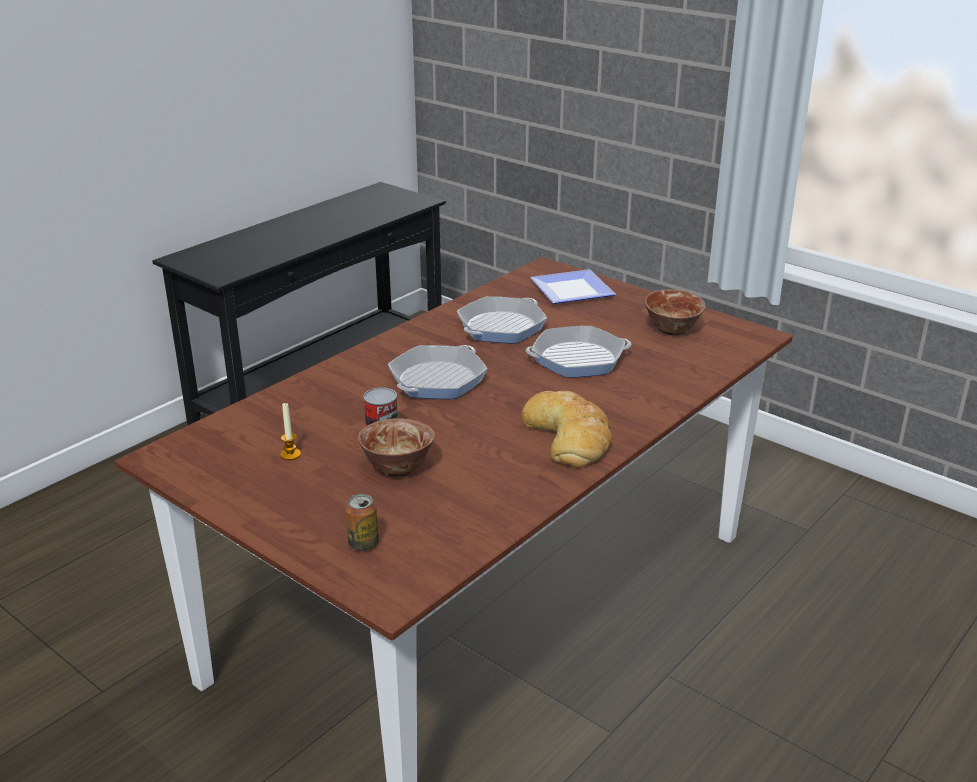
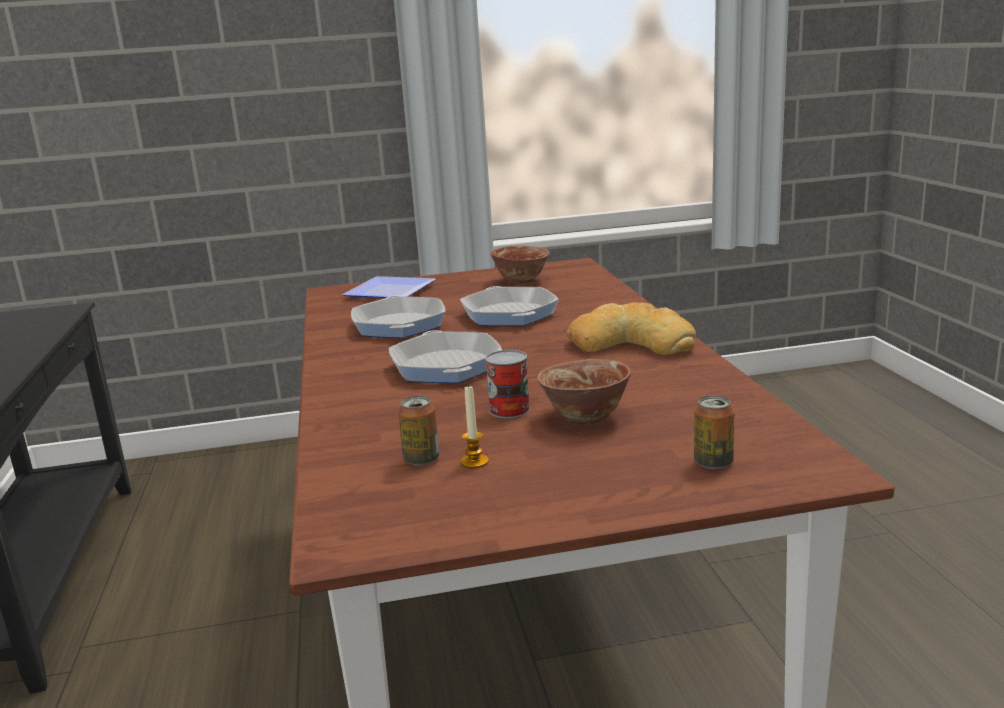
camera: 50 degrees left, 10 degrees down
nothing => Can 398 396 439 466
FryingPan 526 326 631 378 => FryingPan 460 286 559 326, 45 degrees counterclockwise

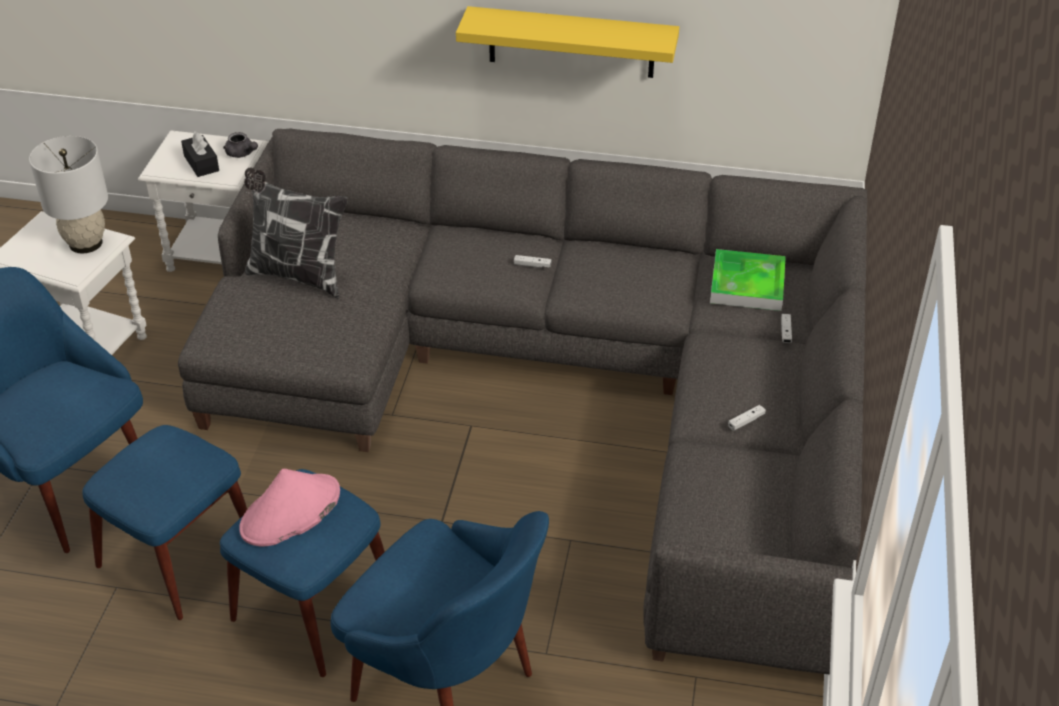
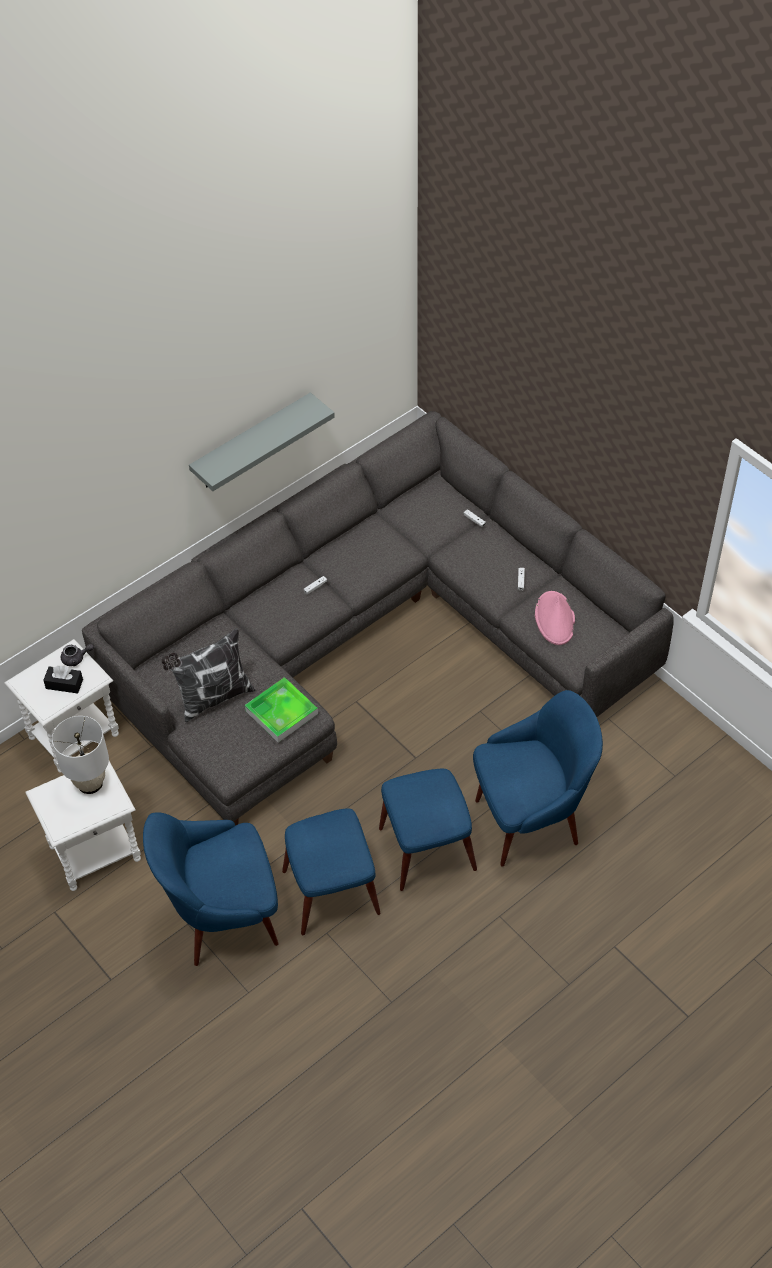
camera: 50 degrees left, 10 degrees up
PinkHat 239 468 340 547 => PinkHat 535 591 575 645, move
Tray 710 249 786 311 => Tray 245 677 318 742, move
YellowShelf 456 6 679 78 => GreyShelf 189 392 335 491

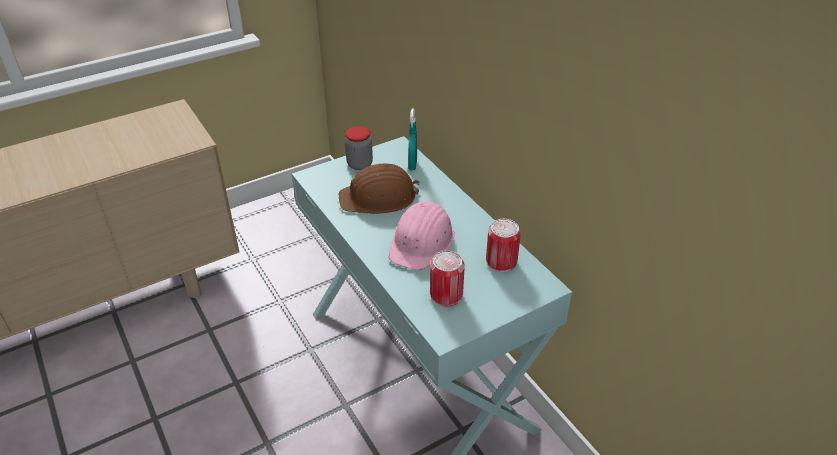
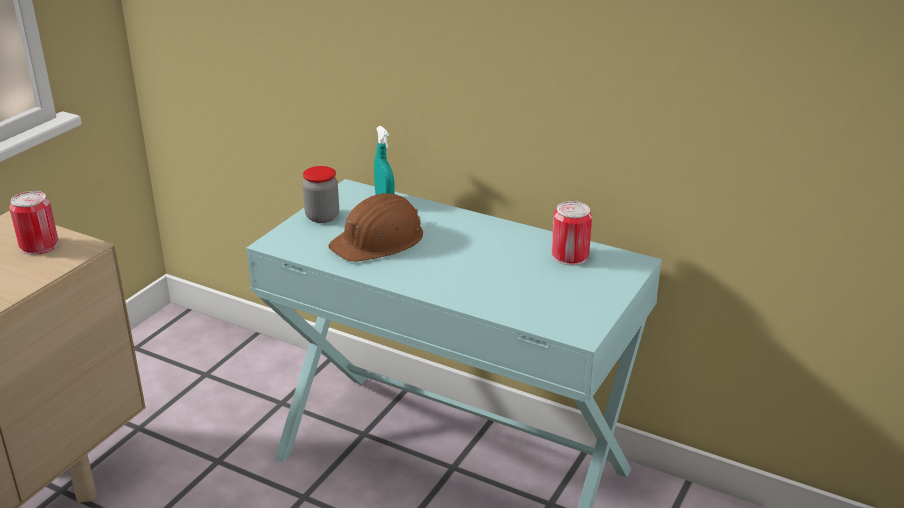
camera: 30 degrees left, 10 degrees down
PinkHardHat 389 201 454 270 => nothing
Can 430 251 465 307 => Can 9 191 58 255, move

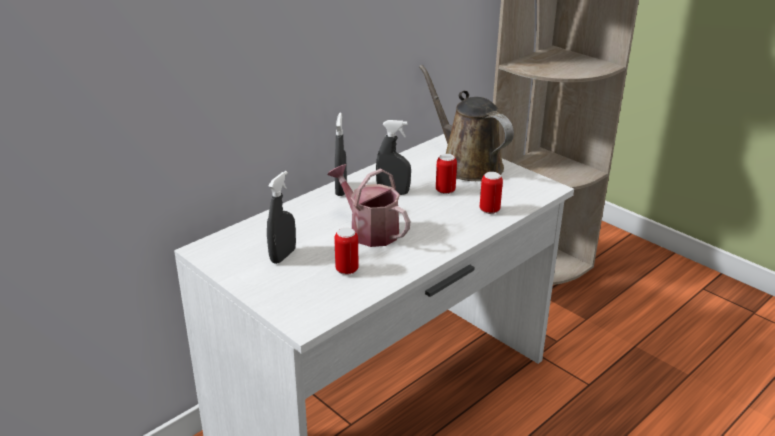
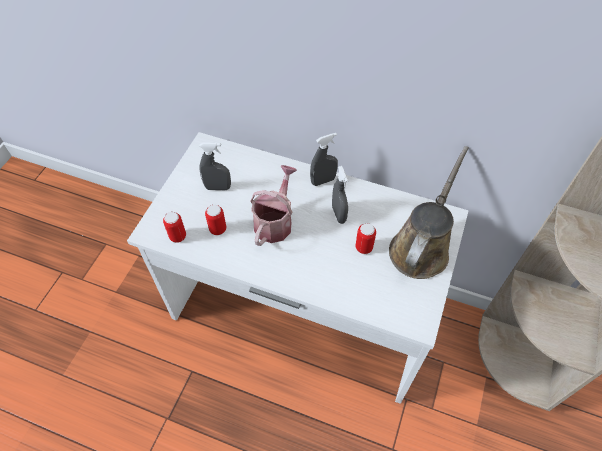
camera: 65 degrees right, 25 degrees up
Can 480 172 503 214 => Can 163 212 186 243, move

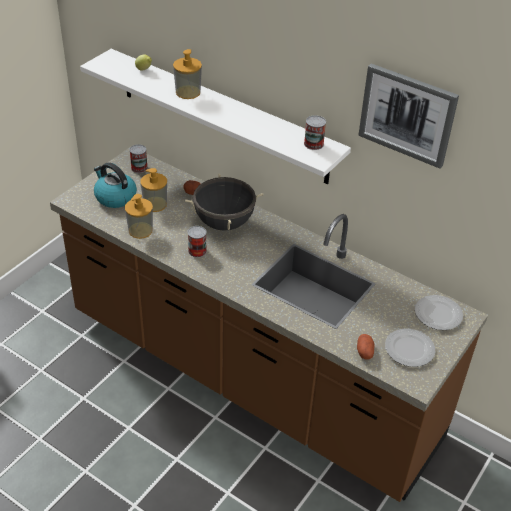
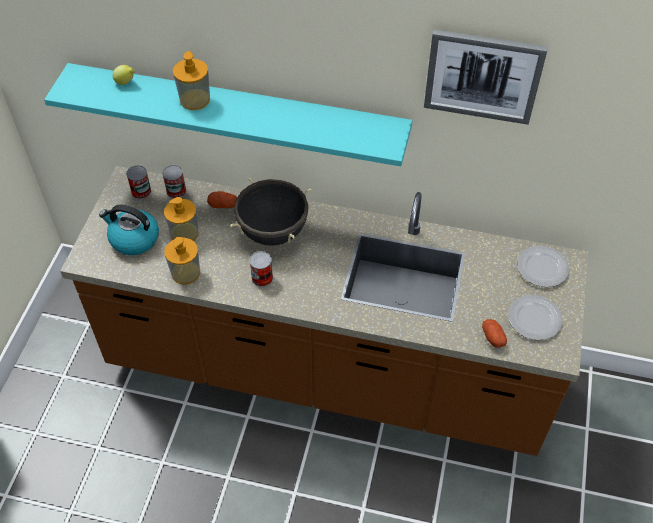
camera: 20 degrees left, 10 degrees up
Can 304 115 326 150 => Can 162 165 186 199, move
WhiteShelf 80 49 351 184 => TurquoiseShelf 44 63 412 166

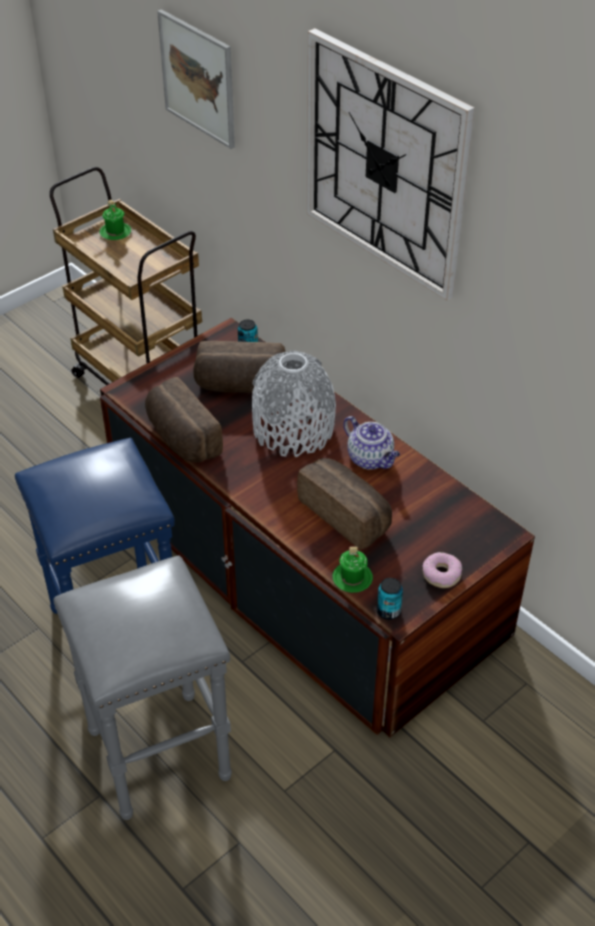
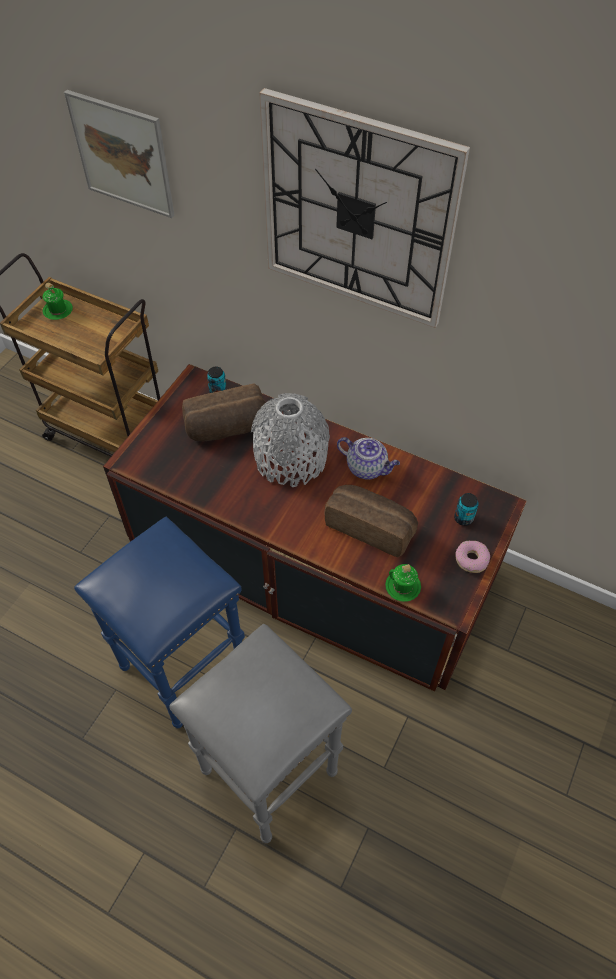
camera: 20 degrees left, 10 degrees up
Bread 145 377 223 463 => nothing
Can 377 578 403 620 => Can 454 493 479 526, move

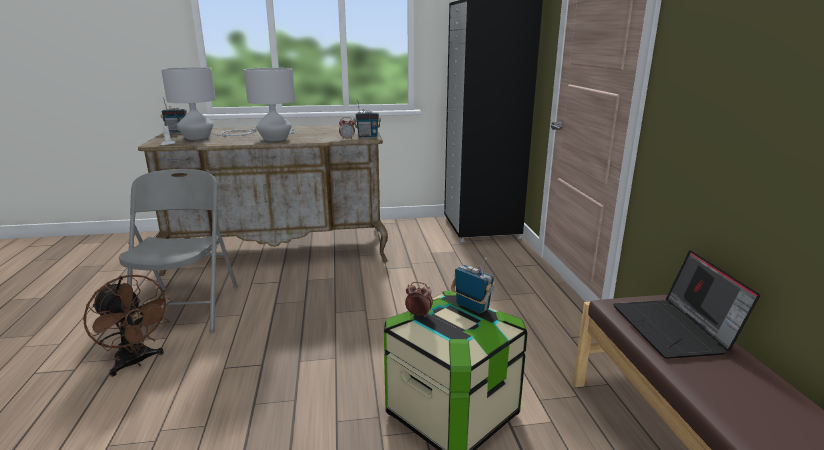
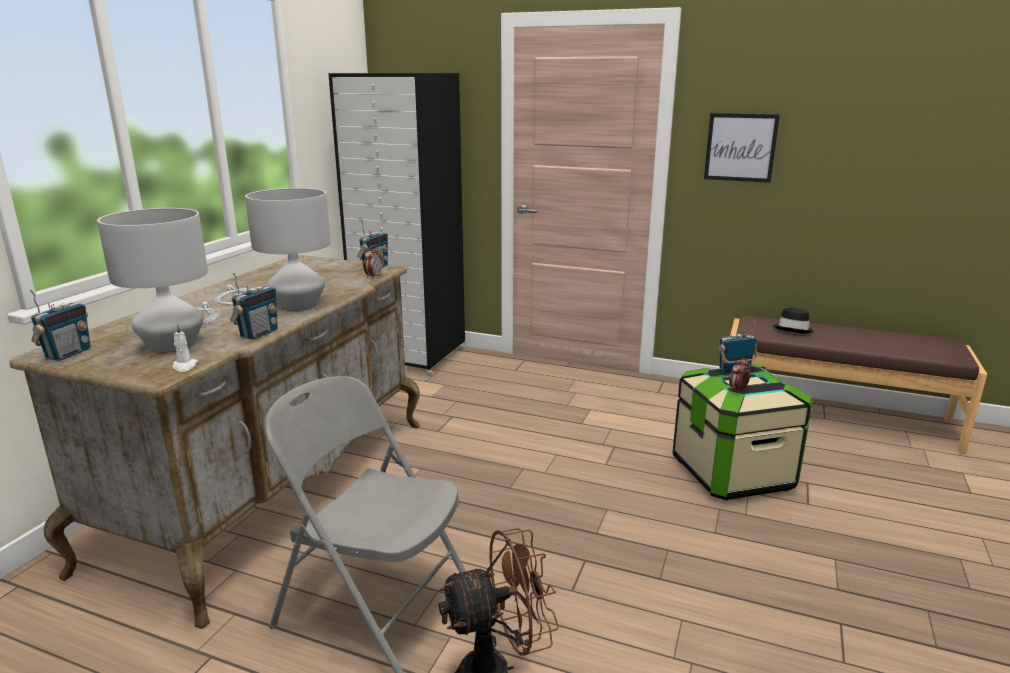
camera: 60 degrees left, 0 degrees up
nothing => Radio 230 272 278 340
nothing => Picture 704 113 780 183
Laptop 613 250 760 359 => BlackHat 773 308 814 333

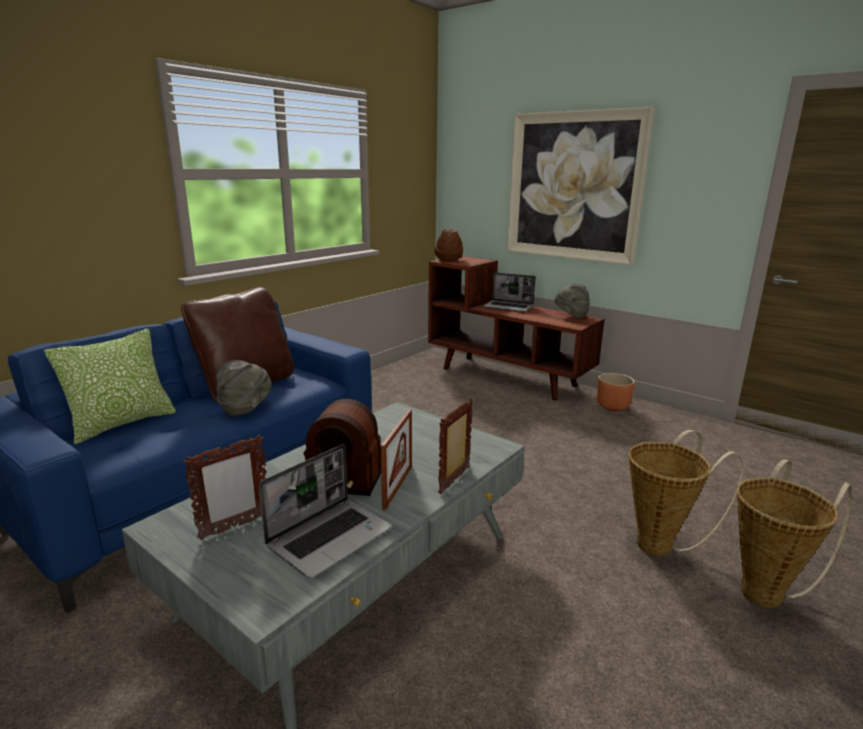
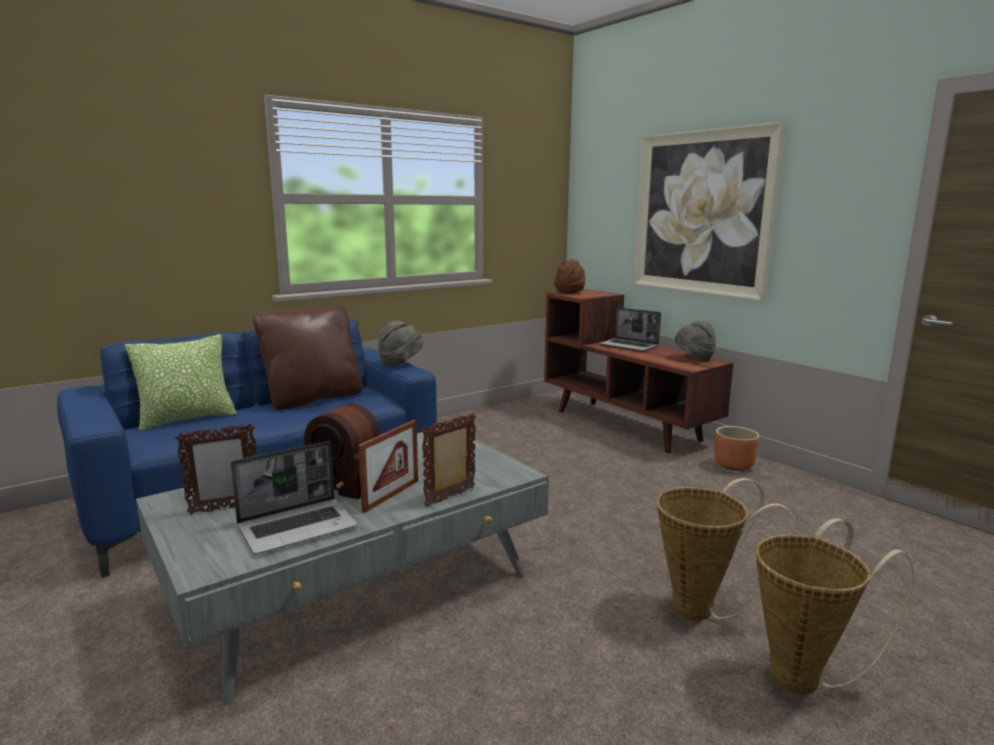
camera: 15 degrees right, 5 degrees down
GreyHat 216 360 272 416 => GreyHat 378 321 423 366, move

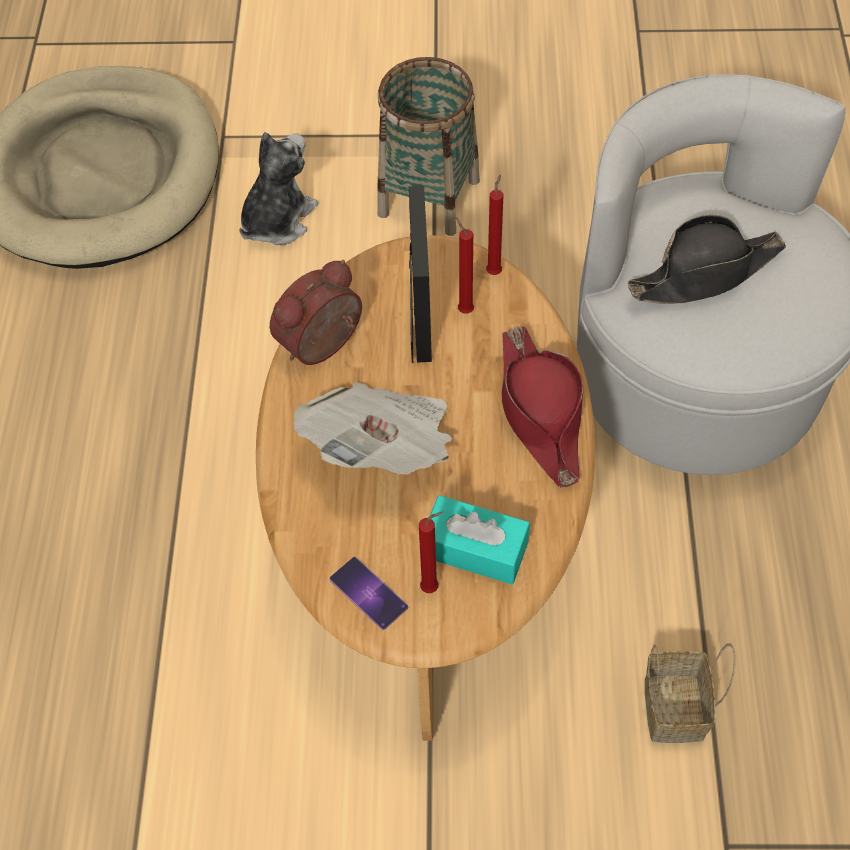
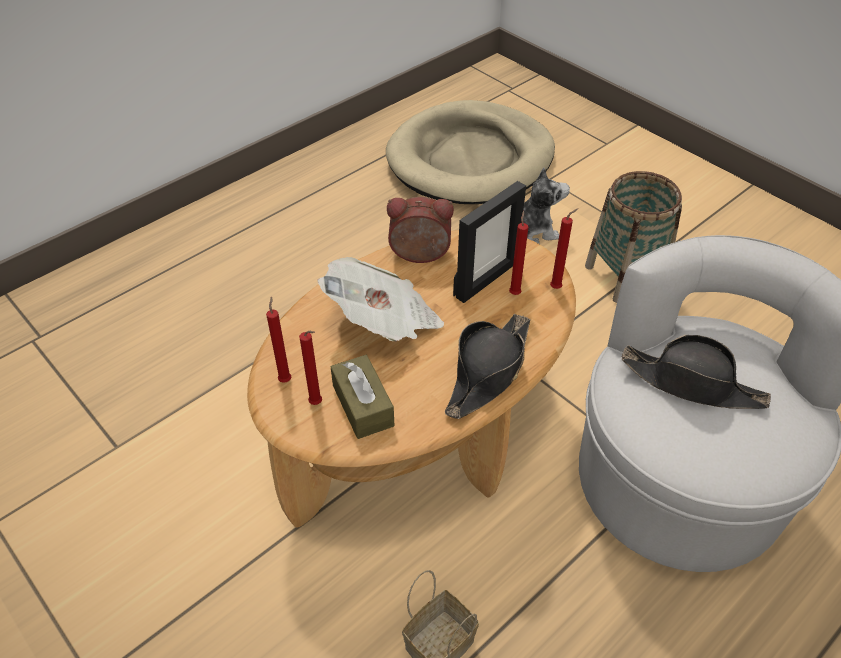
camera: 45 degrees right, 10 degrees down
Phone 330 557 408 630 => RedCandle 266 296 291 383
TurquoiseTissueBox 430 495 530 584 => BrownTissueBox 331 355 394 439
RedHat 502 326 583 488 => BlackHat 445 314 530 419

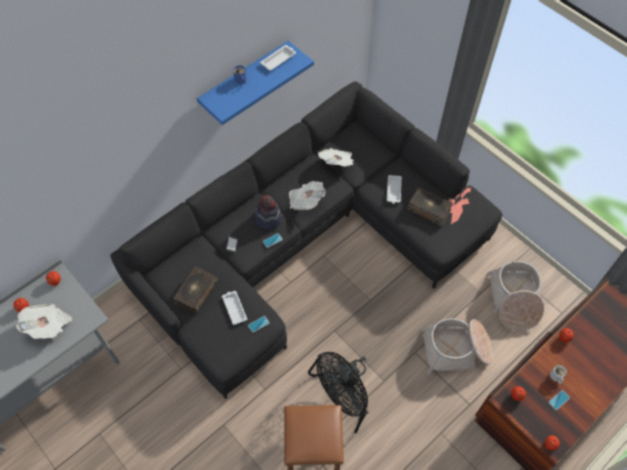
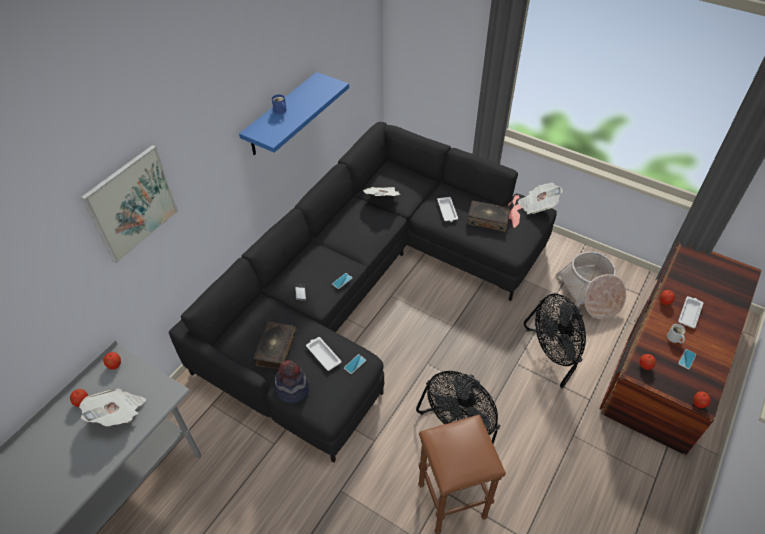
camera: 15 degrees left, 10 degrees down
nothing => Picture 81 145 178 263
Hat 254 195 282 230 => Hat 274 360 309 403, move
WhiteTray 260 45 296 71 => WhiteTray 678 296 703 329, move
Newspaper 289 181 326 210 => Newspaper 518 183 563 215, move
Basket 421 318 492 374 => BlackFan 524 294 586 389

